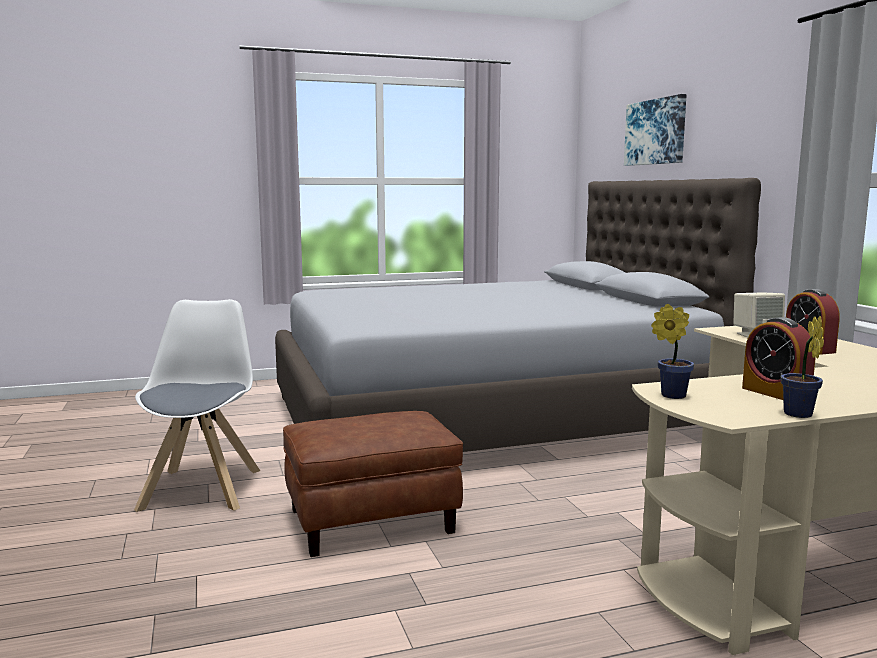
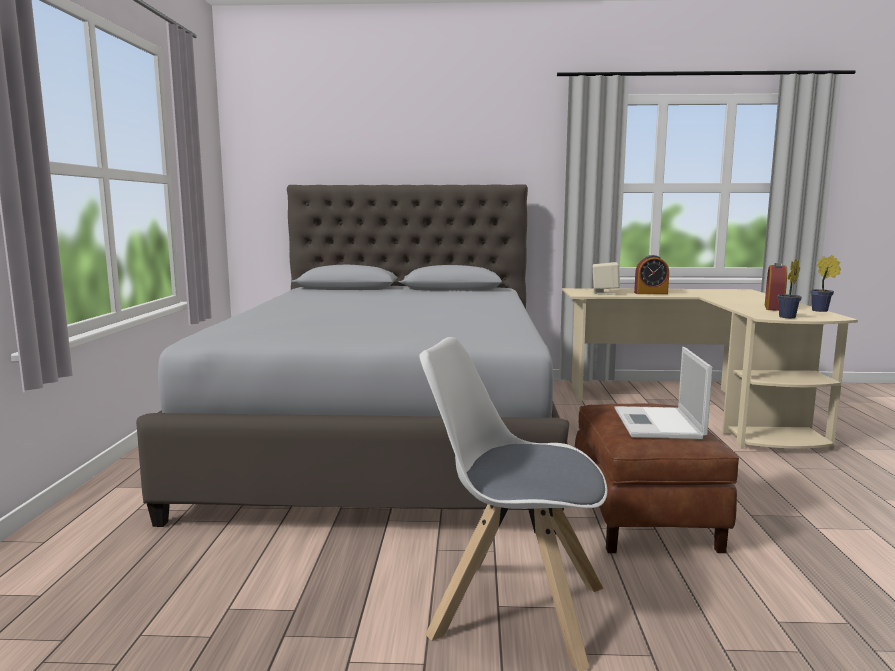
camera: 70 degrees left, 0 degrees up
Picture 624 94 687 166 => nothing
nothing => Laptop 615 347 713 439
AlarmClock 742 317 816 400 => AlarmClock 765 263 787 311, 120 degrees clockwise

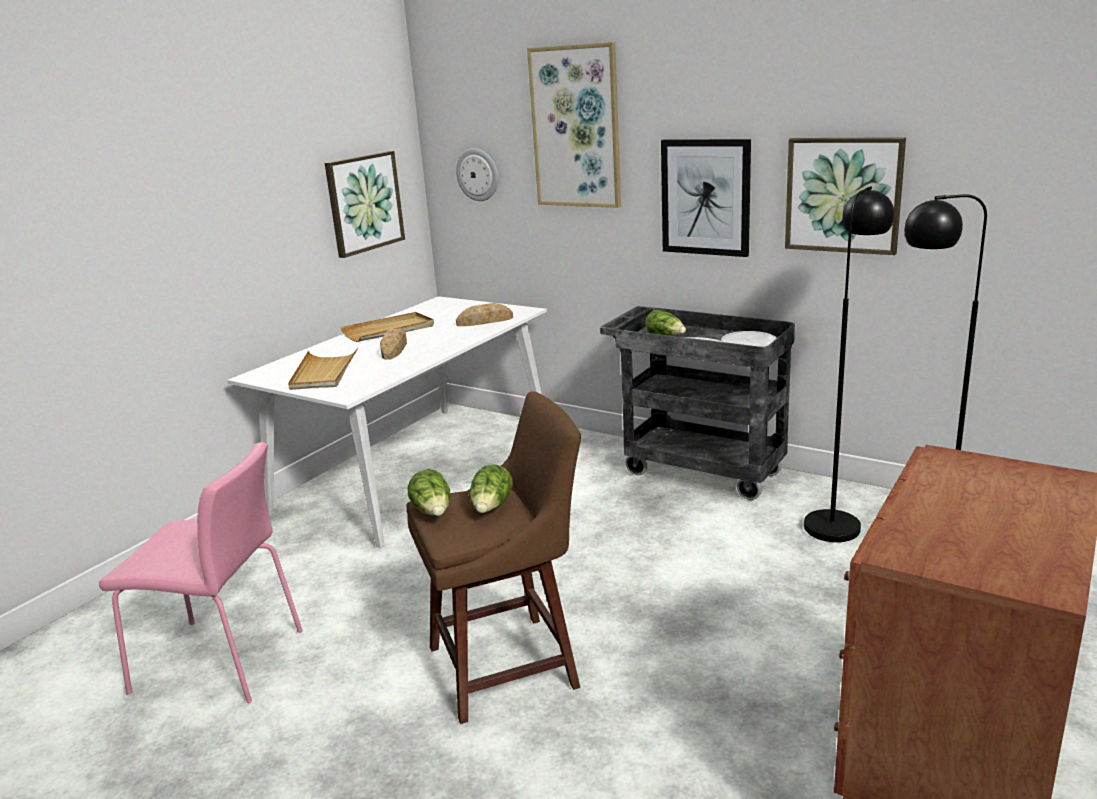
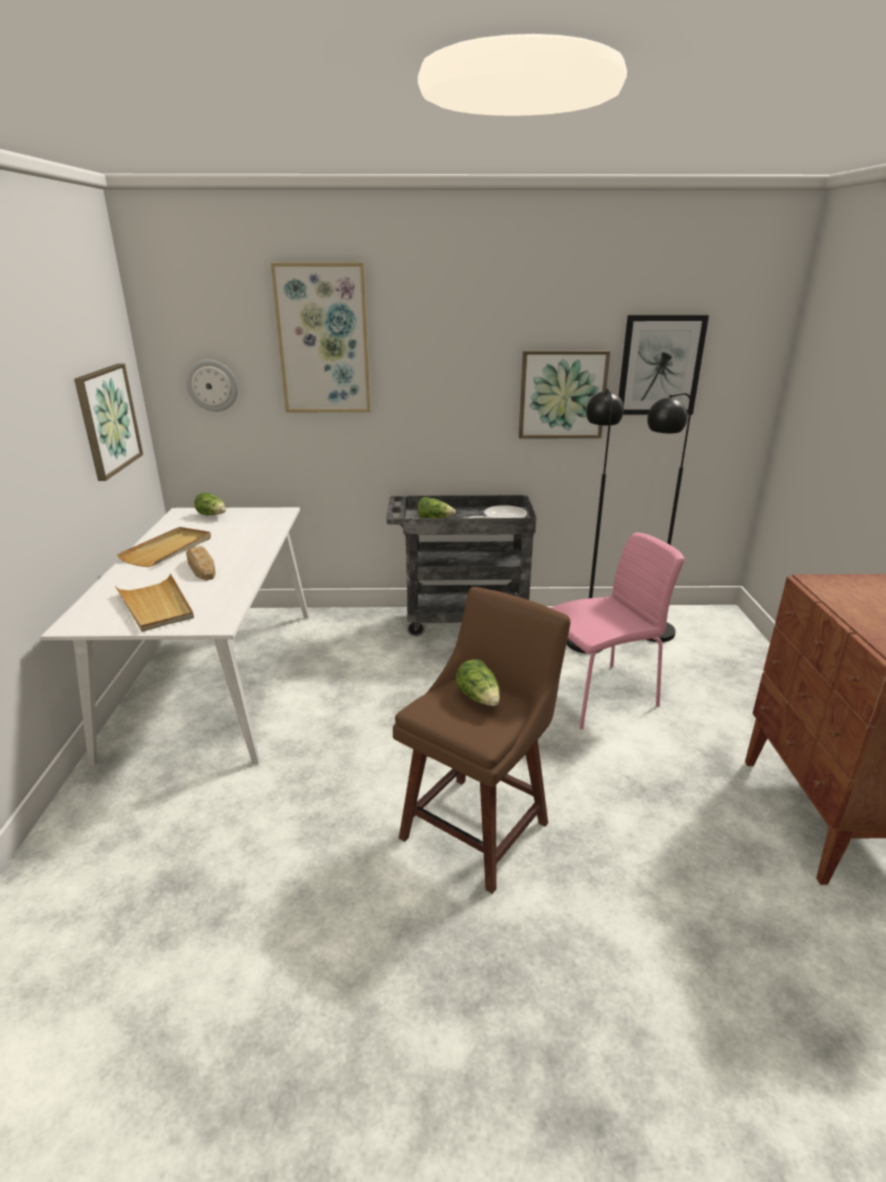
camera: 35 degrees left, 5 degrees up
Bread 456 303 513 326 => nothing
PinkChair 99 442 303 703 => PinkChair 551 533 685 730, move
Lettuce 408 469 450 516 => Lettuce 194 492 226 515, move
Picture 661 139 751 257 => Picture 619 315 709 415, move

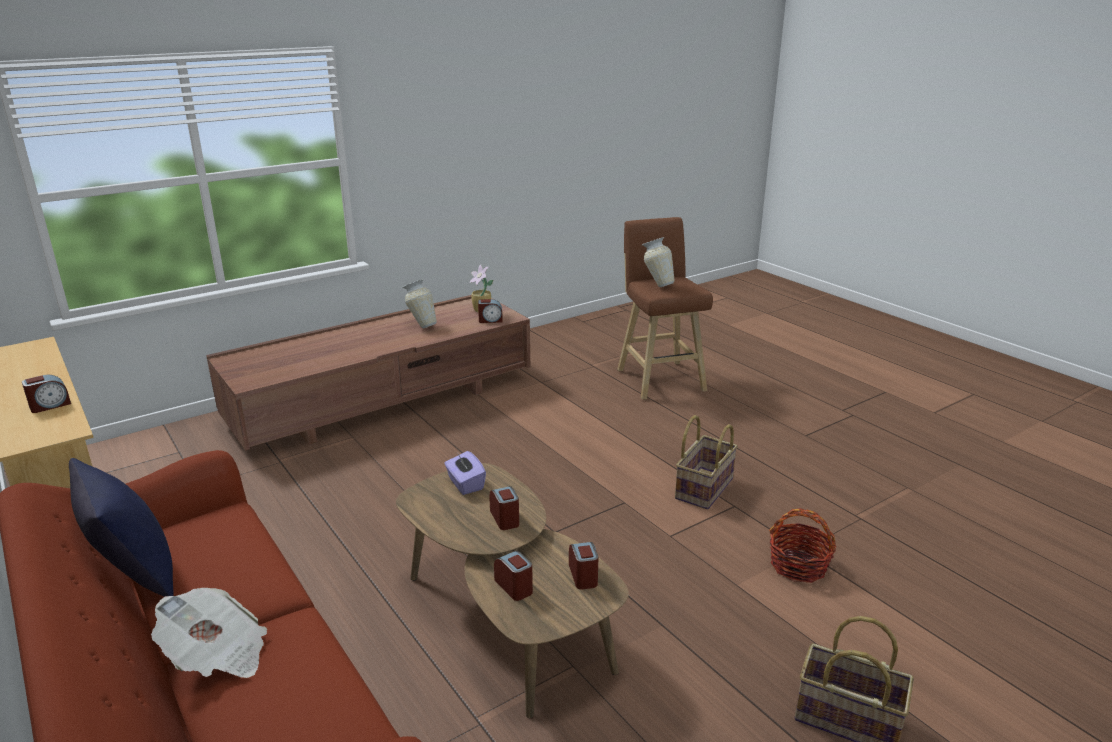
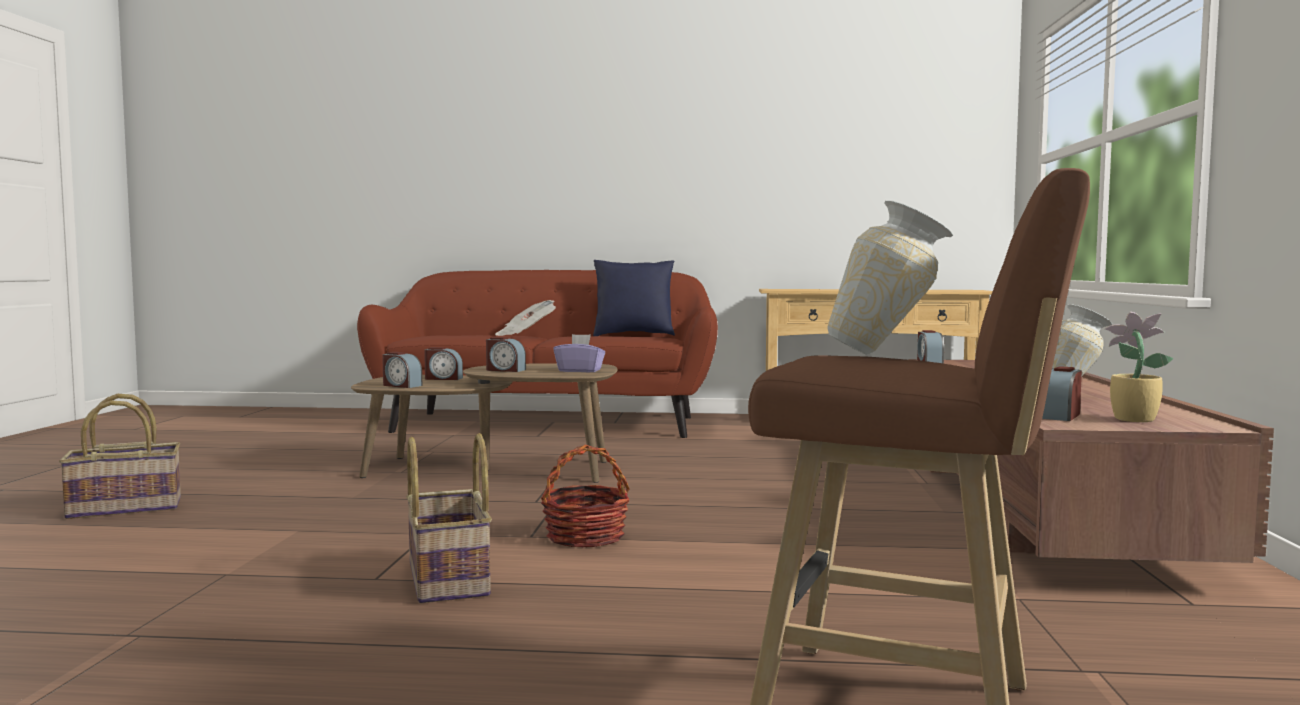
camera: 130 degrees right, 20 degrees down
AlarmClock 22 375 71 413 => AlarmClock 917 330 944 363, move
Basket 769 509 836 583 => Basket 541 444 630 548, move

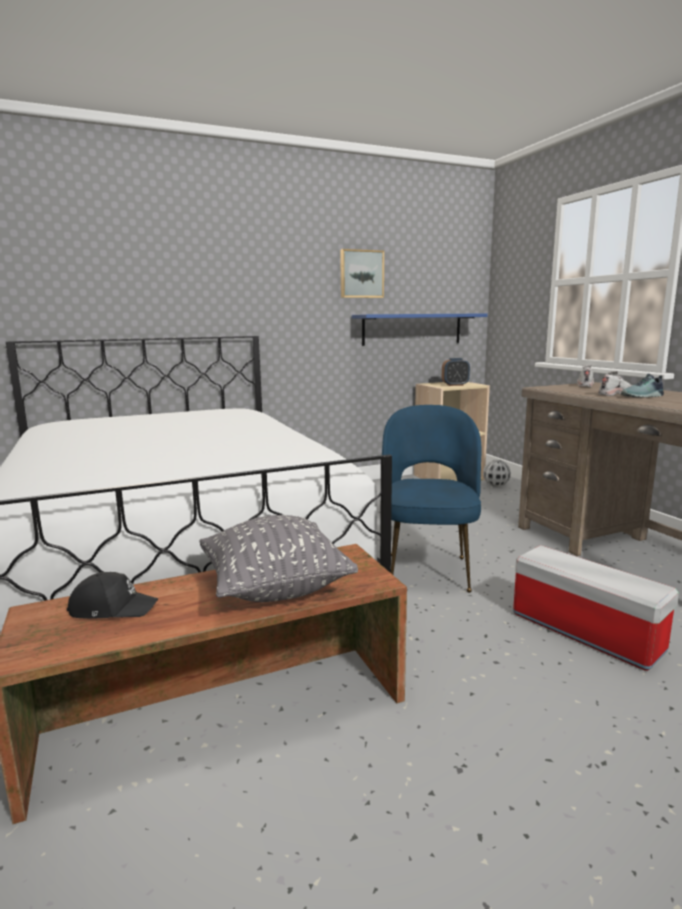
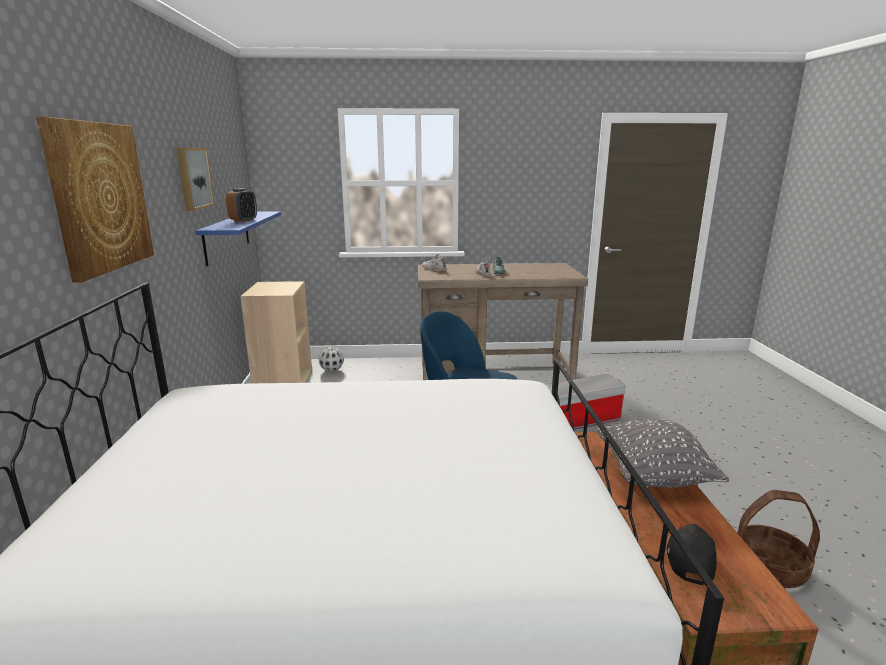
camera: 70 degrees left, 5 degrees up
nothing => Picture 36 117 154 282
nothing => Basket 737 490 820 588
AlarmClock 442 358 470 386 => AlarmClock 226 188 257 222, move

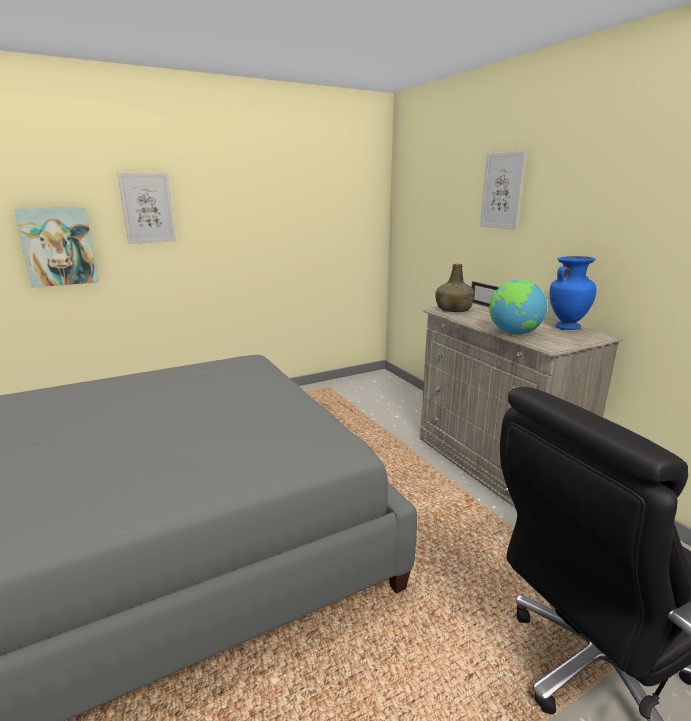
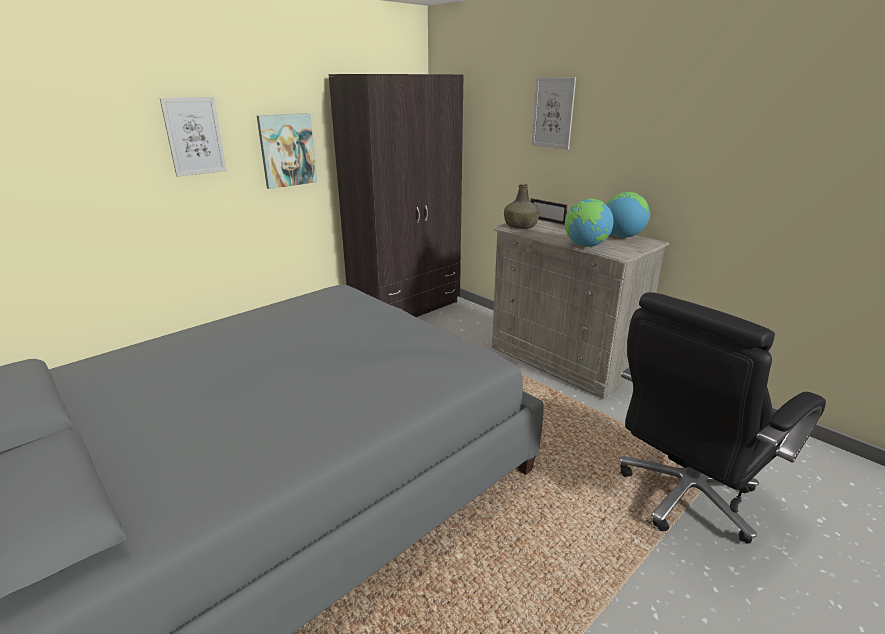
camera: 15 degrees left, 5 degrees up
nothing => BrownWardrobe 329 74 464 317
Picture 14 207 99 288 => Picture 257 113 317 189, move
BlueVase 550 256 596 330 => Globe 606 192 650 238

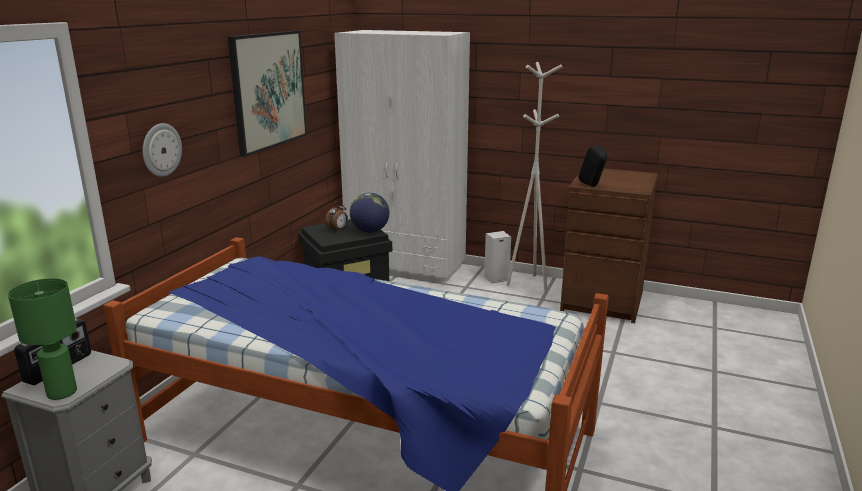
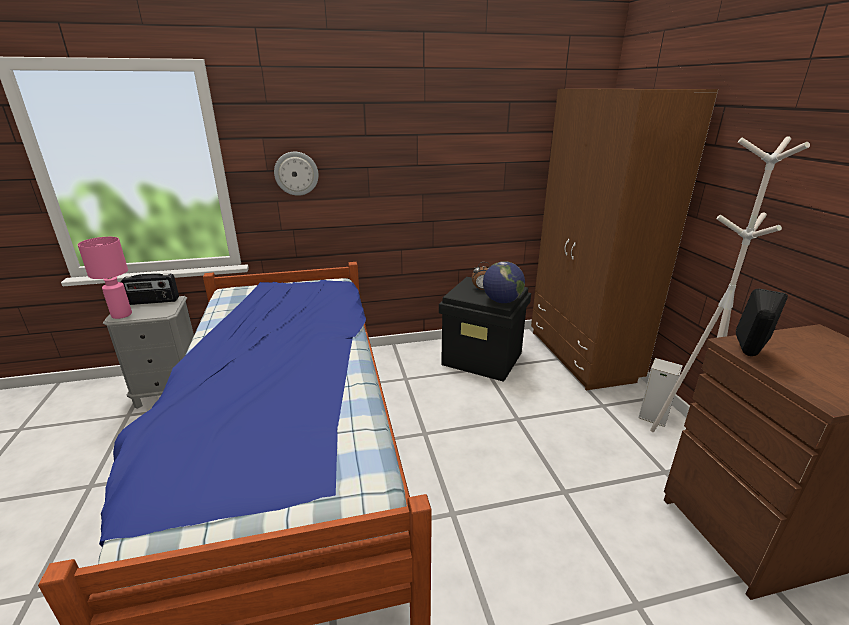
camera: 55 degrees right, 5 degrees up
Picture 228 31 307 157 => nothing
GreenTableLamp 8 278 77 400 => PinkTableLamp 77 237 132 319
WhiteWardrobe 334 30 470 284 => BrownWardrobe 531 89 718 390

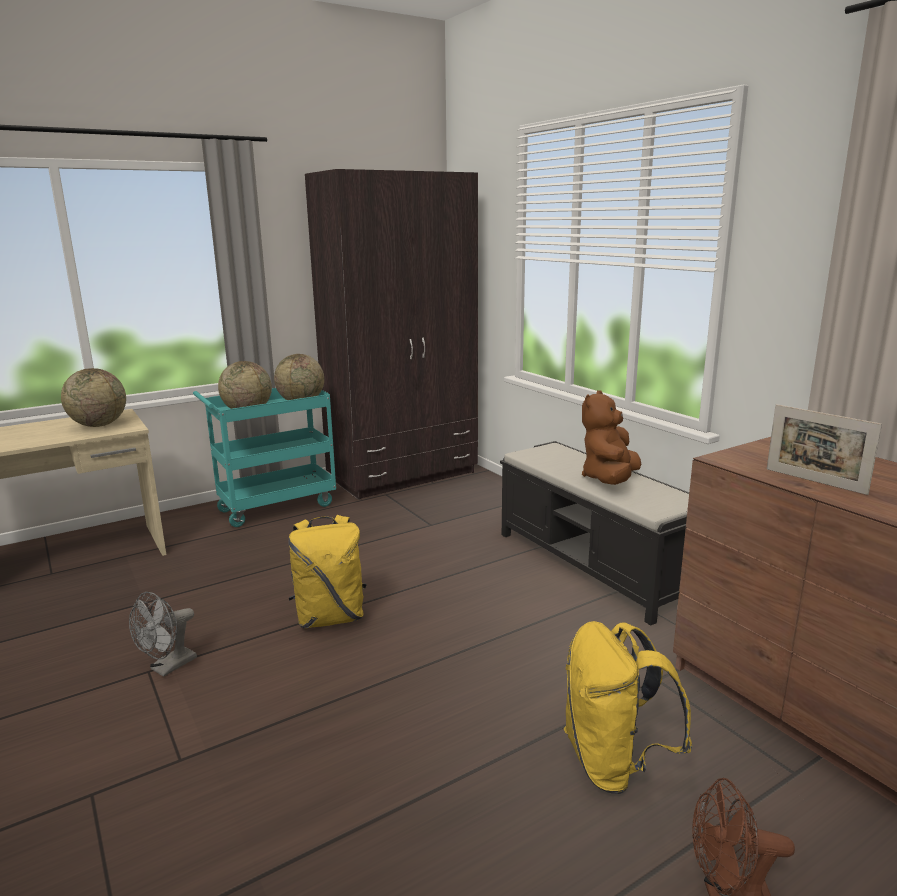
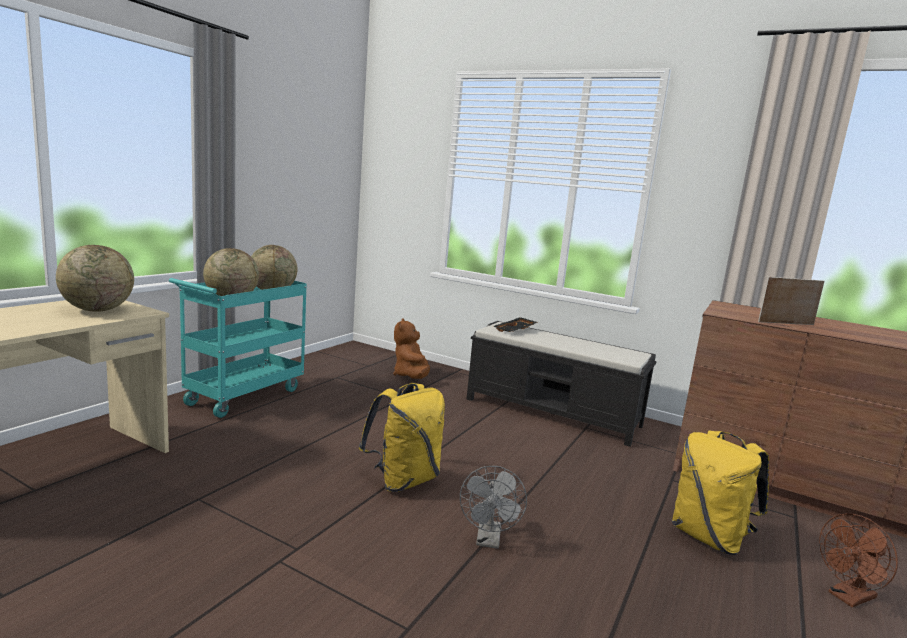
camera: 30 degrees left, 5 degrees down
BrownWardrobe 305 169 478 500 => nothing
nothing => BlackTray 493 317 538 332
GreyFan 129 592 197 677 => GreyFan 460 466 527 549, move
BrownPlushToy 582 390 641 485 => BrownPlushToy 393 319 430 379, move
PictureFrame 767 404 882 495 => PictureFrame 758 277 824 325, 150 degrees clockwise

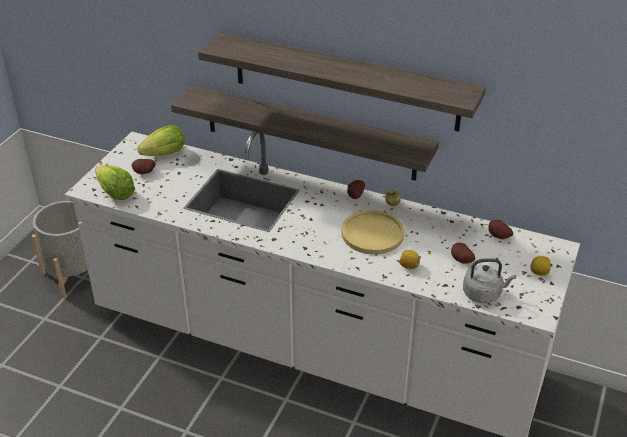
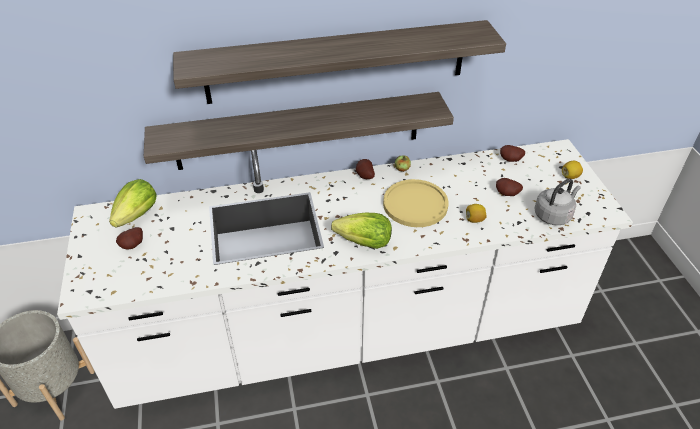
camera: 35 degrees left, 5 degrees up
Lettuce 95 165 135 200 => Lettuce 331 212 392 249, move

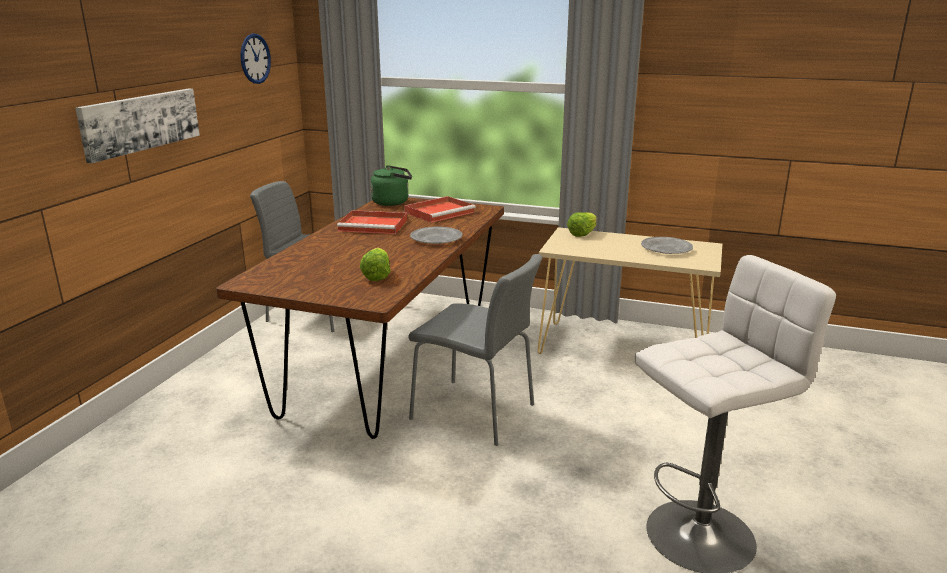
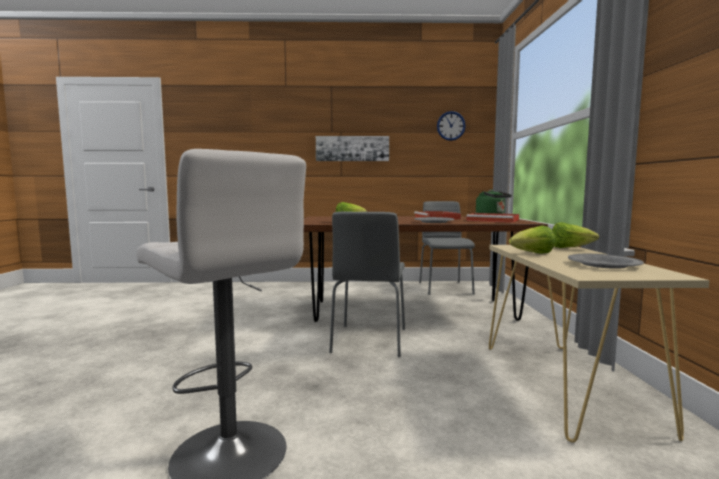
camera: 70 degrees right, 15 degrees down
nothing => Lettuce 509 225 555 254

